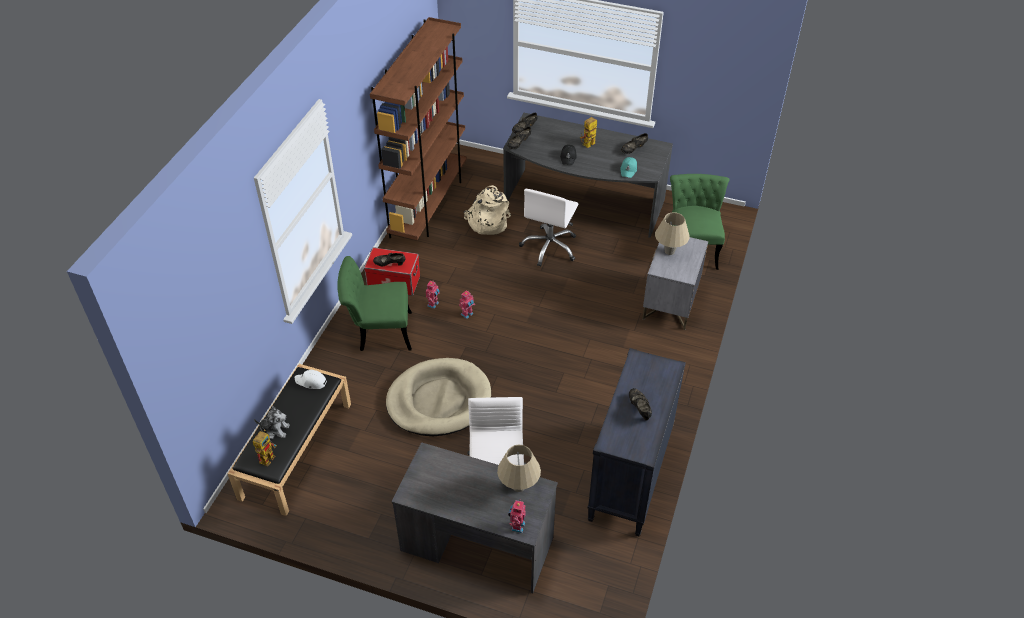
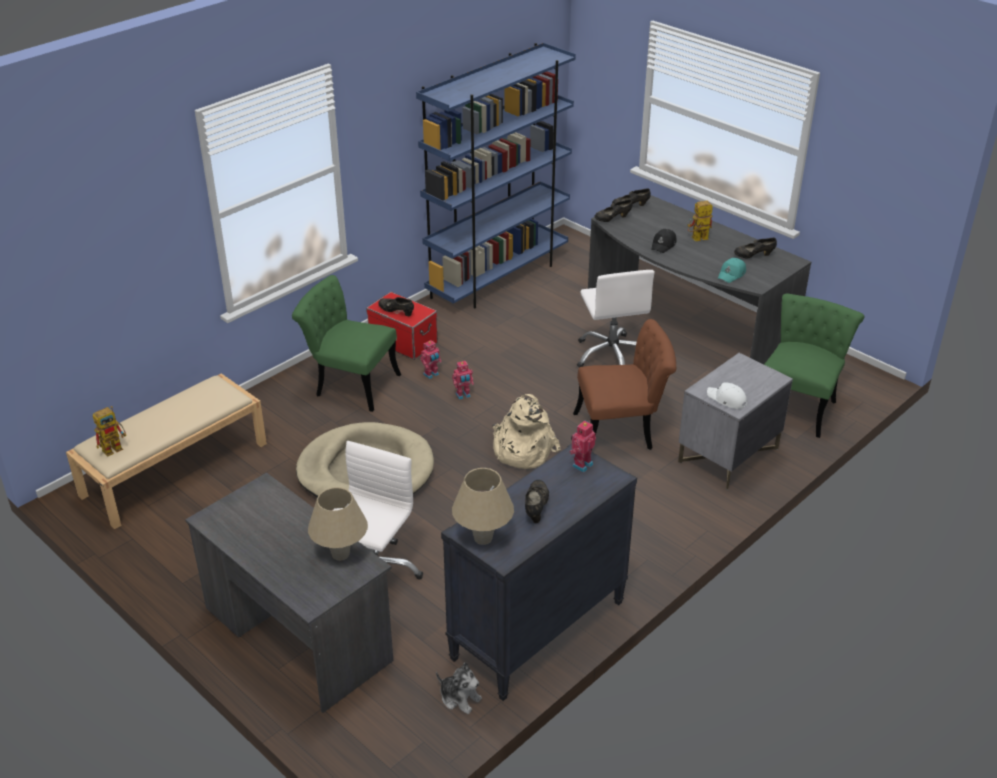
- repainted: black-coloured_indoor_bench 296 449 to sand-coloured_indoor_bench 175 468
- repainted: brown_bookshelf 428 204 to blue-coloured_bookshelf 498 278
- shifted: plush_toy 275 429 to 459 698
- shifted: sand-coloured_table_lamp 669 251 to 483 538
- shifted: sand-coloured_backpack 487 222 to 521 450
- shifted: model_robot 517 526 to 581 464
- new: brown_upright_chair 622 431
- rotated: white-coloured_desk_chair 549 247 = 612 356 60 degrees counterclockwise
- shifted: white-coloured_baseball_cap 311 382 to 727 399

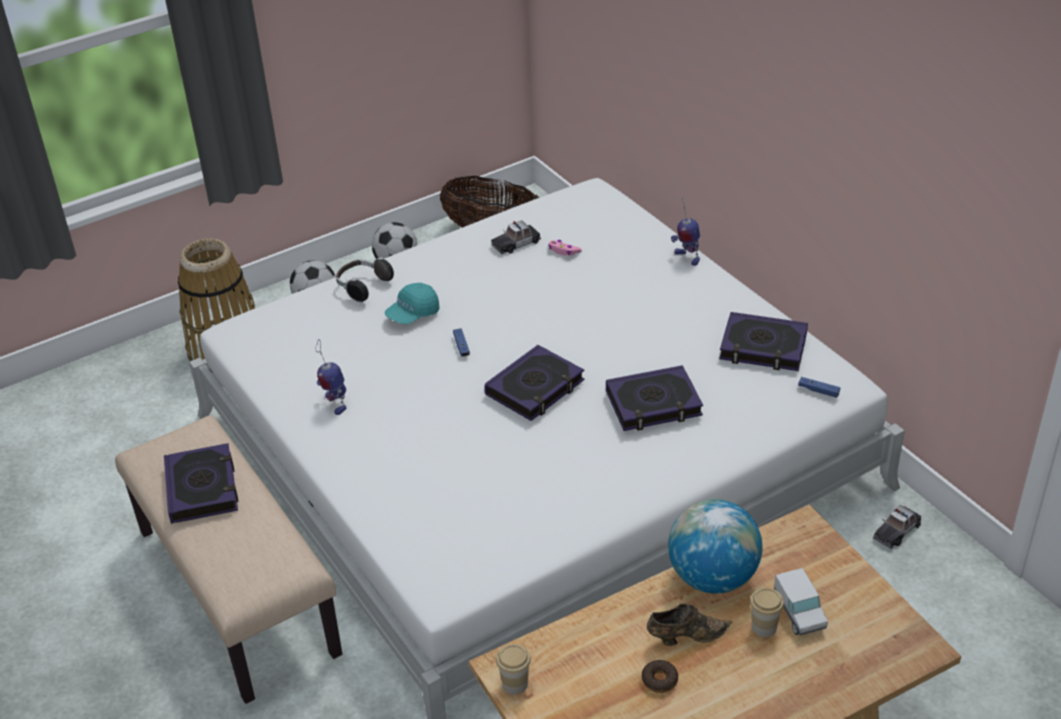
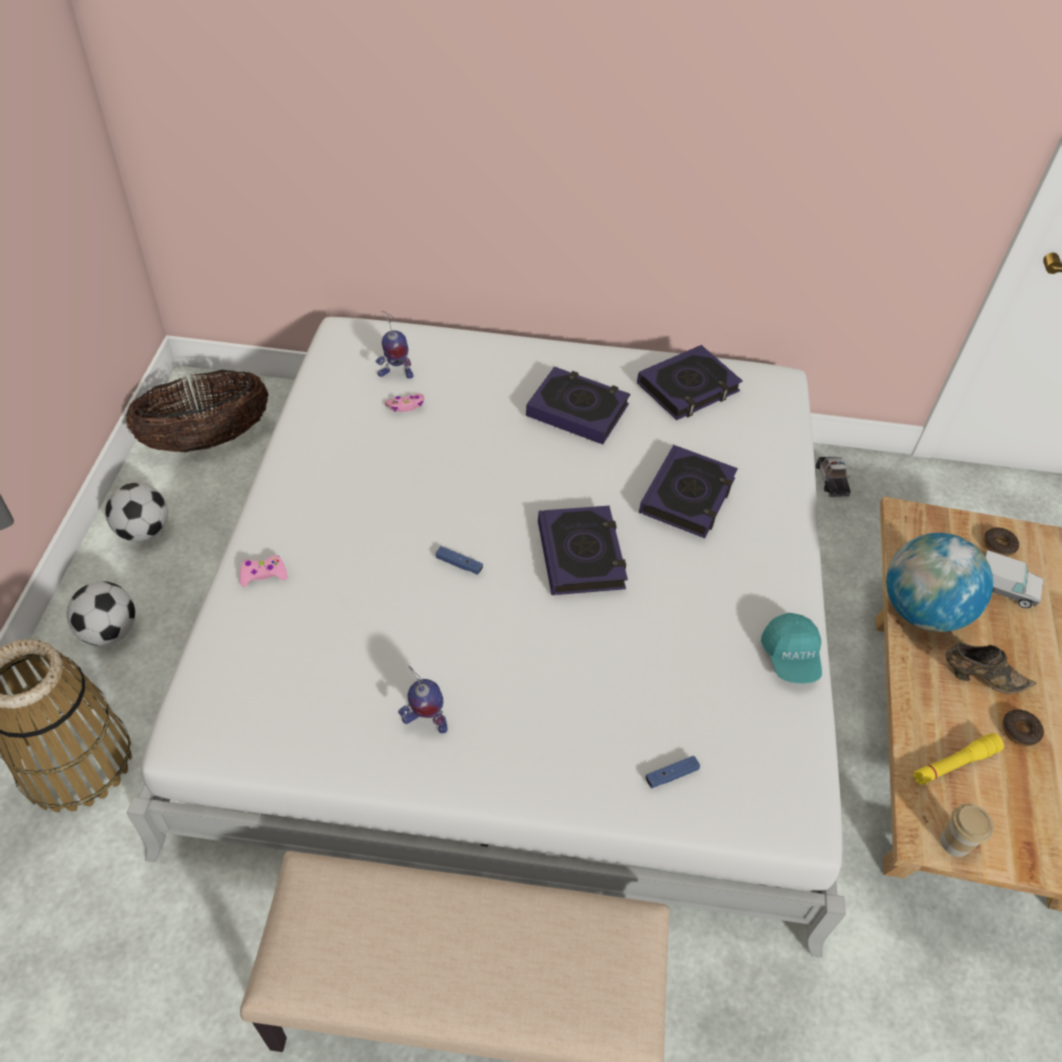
- swapped: headset 362 286 to pinkish_game_controller 263 574
- shifted: model_robot 686 257 to 395 374
- shifted: volume 202 488 to 577 410
- shifted: blue-coloured_game_controller 818 391 to 671 775
- shifted: blue-green_baseball_cap 413 314 to 790 657
- new: yellowish_torch 954 764
- rotated: brown_low_shoe 685 636 = 979 677 75 degrees clockwise
- new: donut 998 545
- gone: miniature_car 516 243
- gone: small_cup 764 627

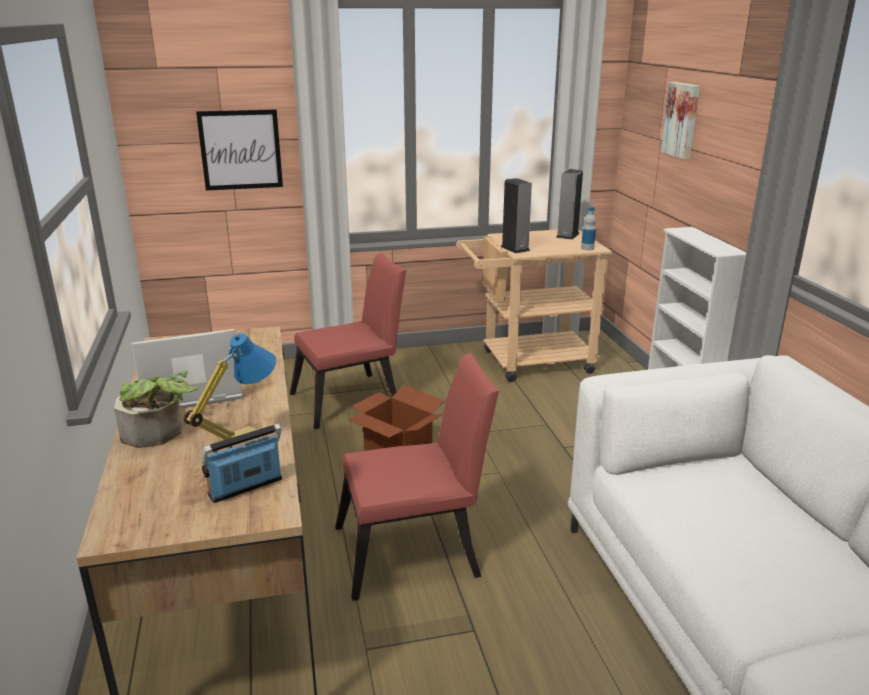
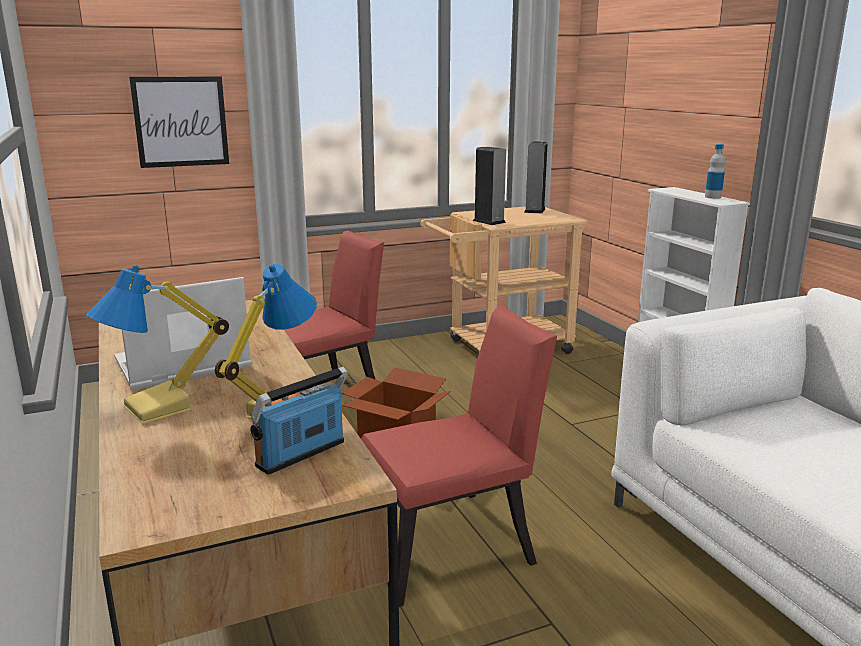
- swapped: houseplant 159 434 to table_lamp 159 408
- shifted: drink_bottle 587 248 to 713 197
- gone: wall_art 682 120

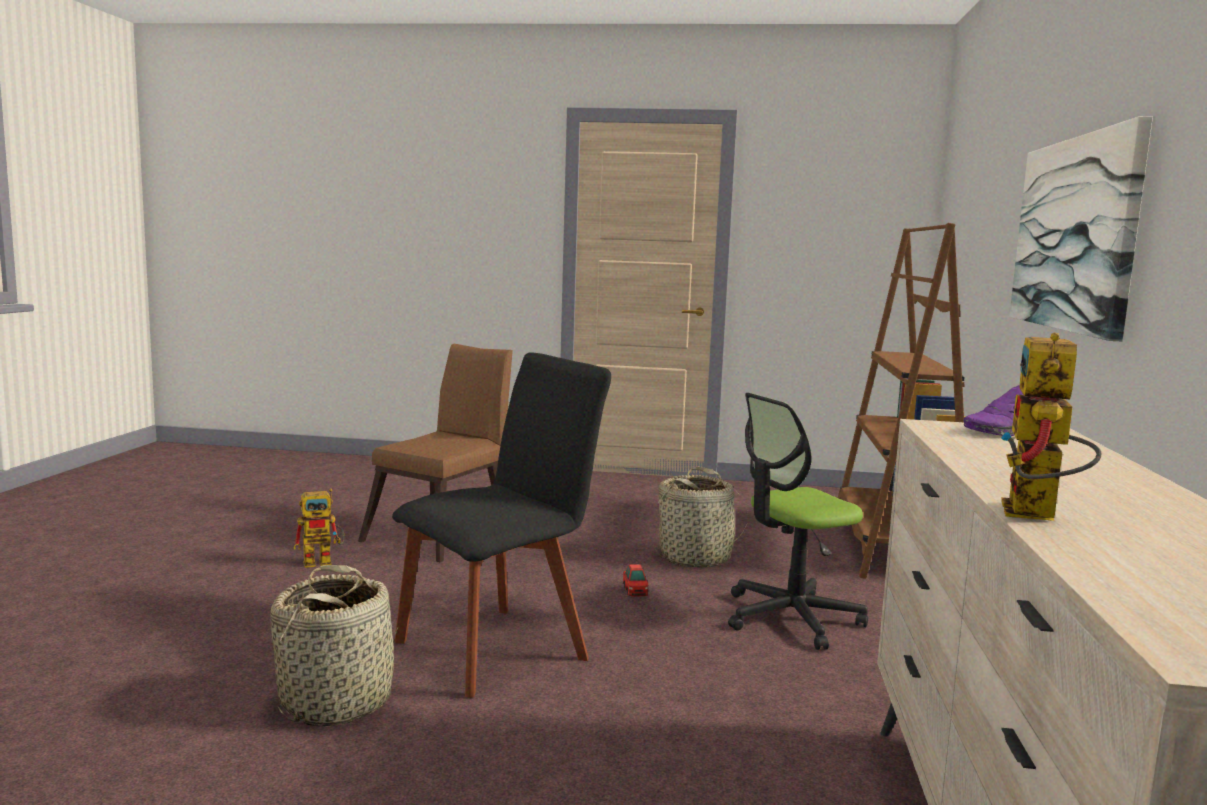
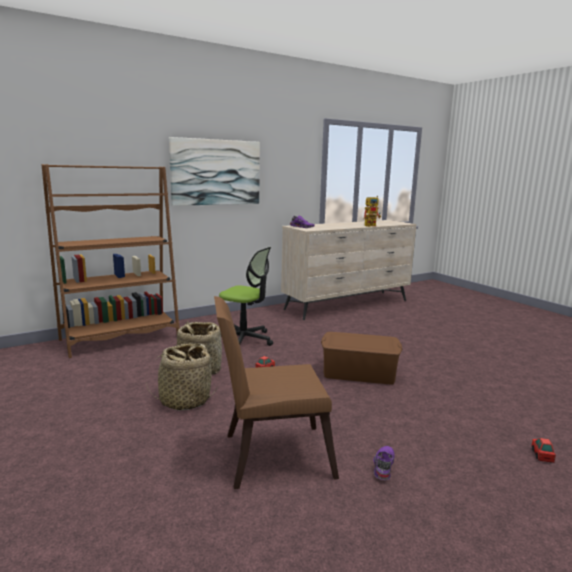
- shifted: basket 337 701 to 184 400
- swapped: black-coloured_upright_chair 498 647 to brown_storage_container 358 372
- swapped: model_robot 324 561 to purplish_low_shoe 382 466
- new: miniature_car 541 455

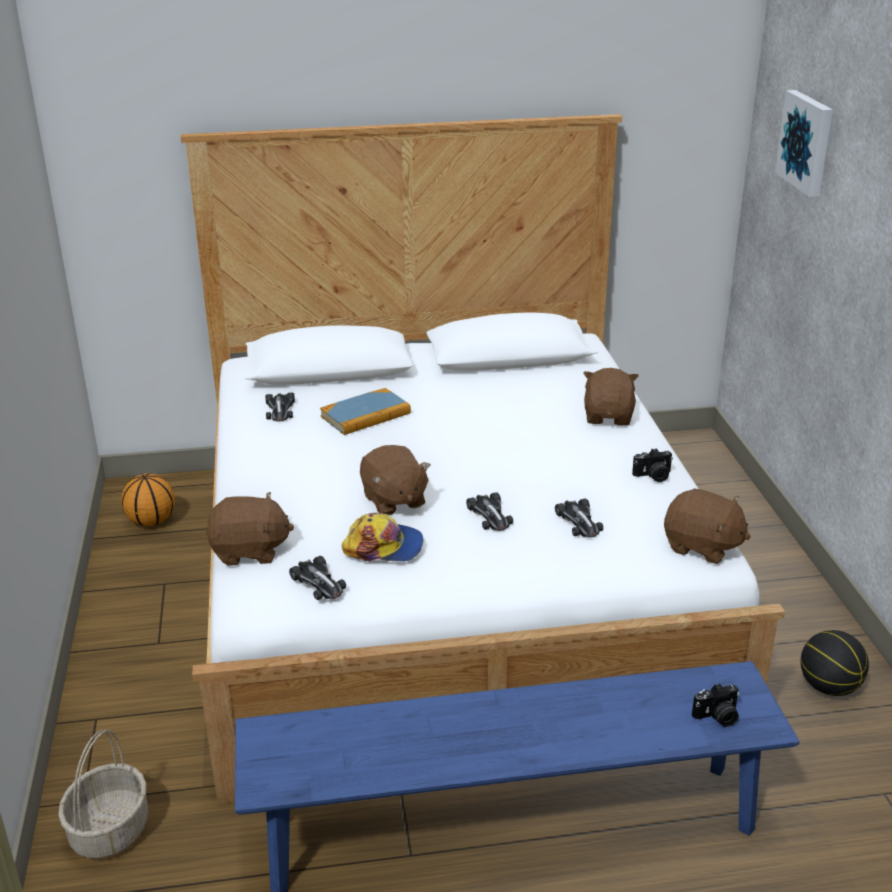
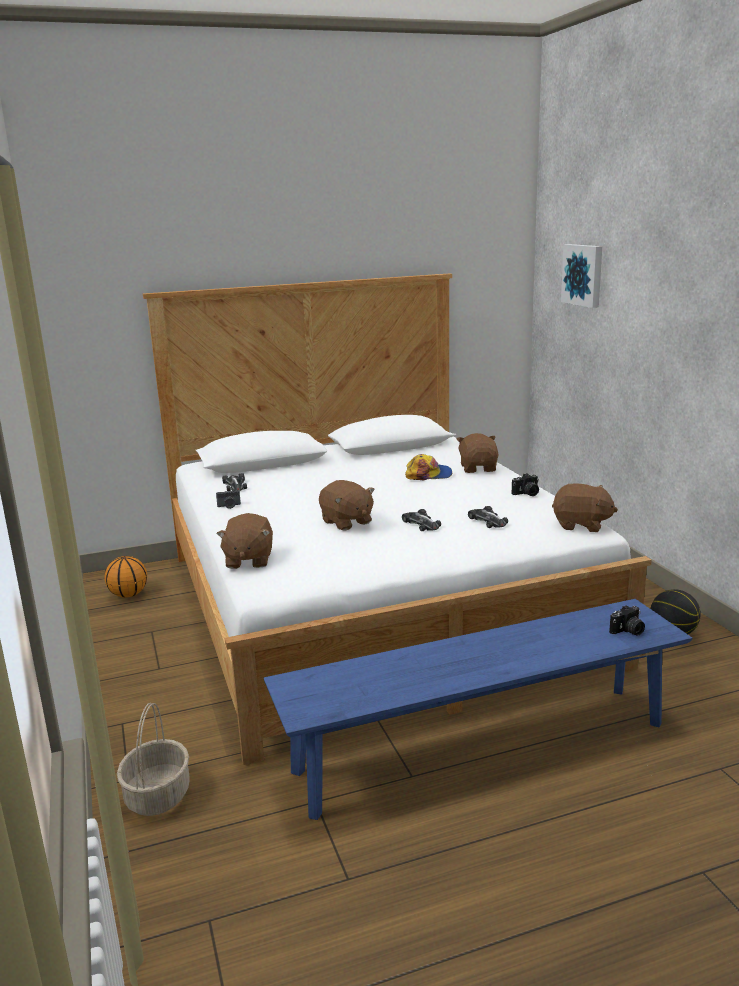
- new: still_camera 229 506
- rotated: brown_plush_toy 250 551 = 248 560 105 degrees clockwise
- shifted: baseball_cap 384 546 to 428 474
- gone: miniature_car 318 582
- gone: volume 365 415

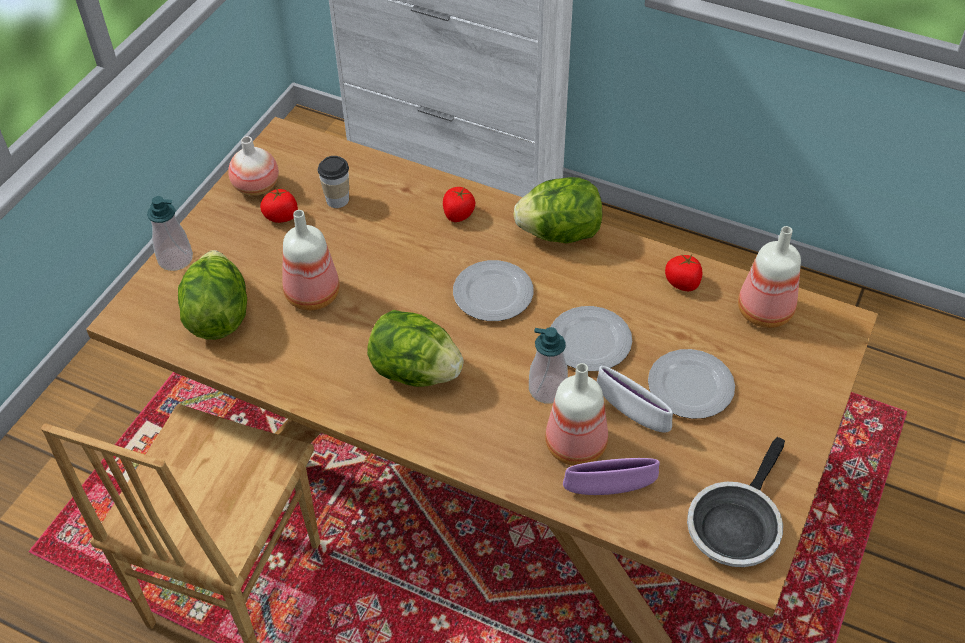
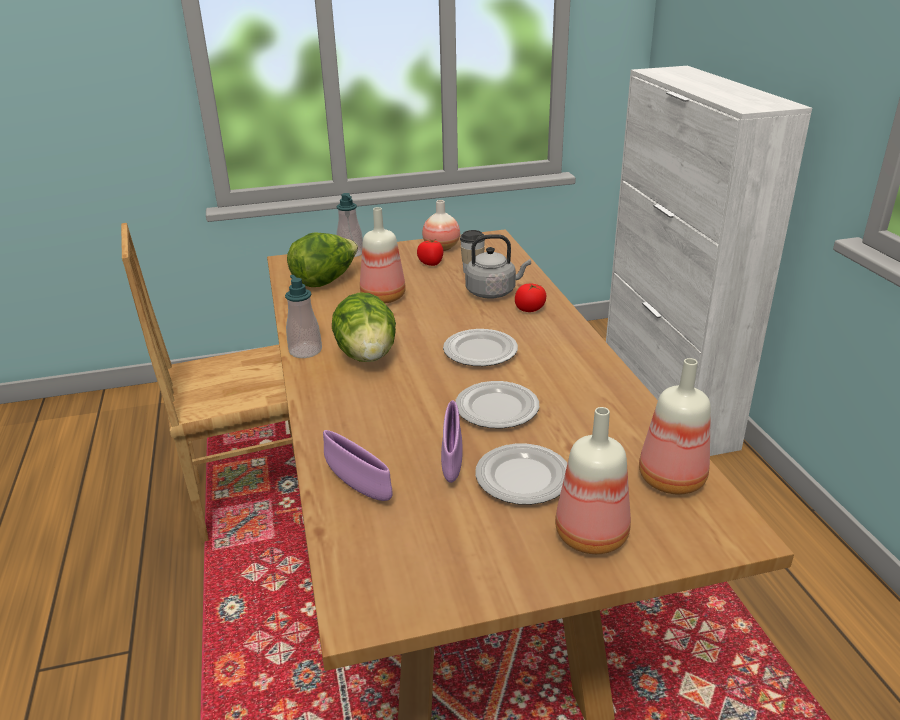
- shifted: soap_dispenser 547 389 to 305 351
- repainted: white-coloured_serving_bowl 632 413 to purplish_serving_bowl 452 461
- new: greyish_water_kettle 493 292
- shifted: drink_bottle 577 444 to 593 535
- gone: lettuce_head 560 233
- gone: fresh_tomato 683 283
- gone: pan 735 524

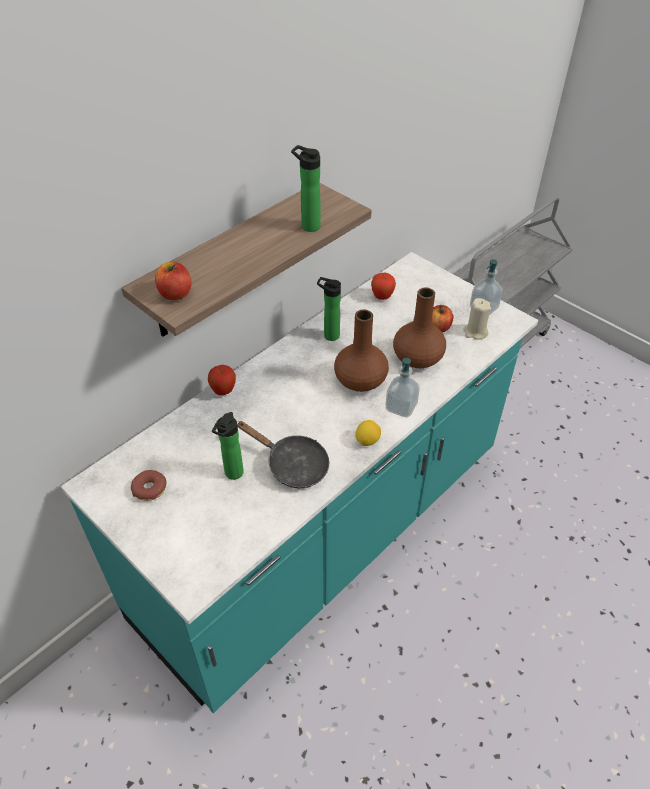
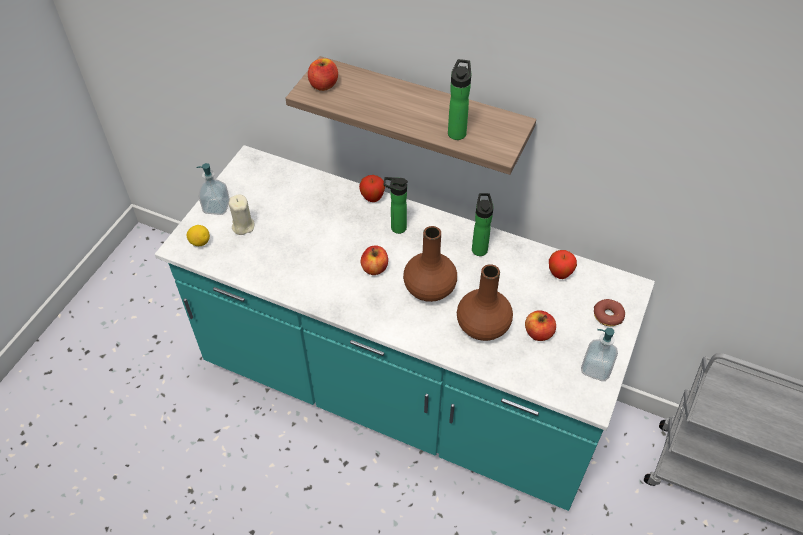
- shifted: citrus_fruit 367 440 to 200 242
- shifted: soap_dispenser 401 407 to 216 207
- shifted: sand-coloured_wax_candle 475 332 to 243 226
- new: apple_fruit 375 268
- shifted: drink_bottle 232 474 to 396 227
- shifted: donut 149 489 to 608 316
- gone: black-coloured_pan 292 465

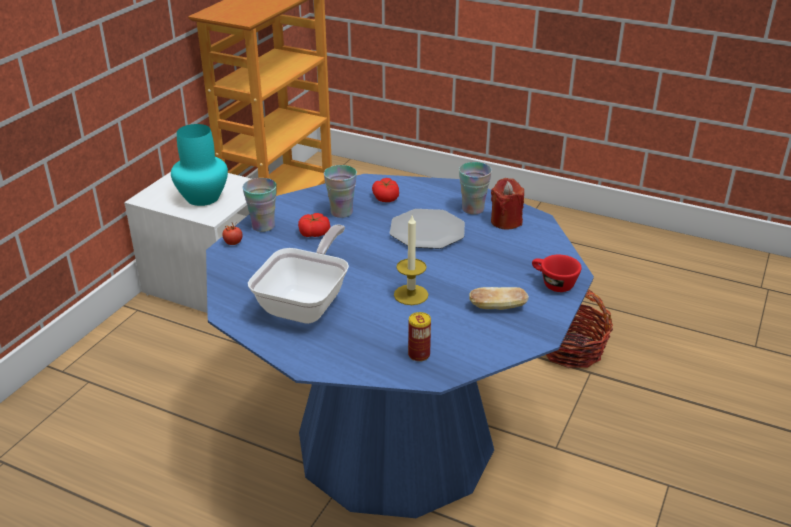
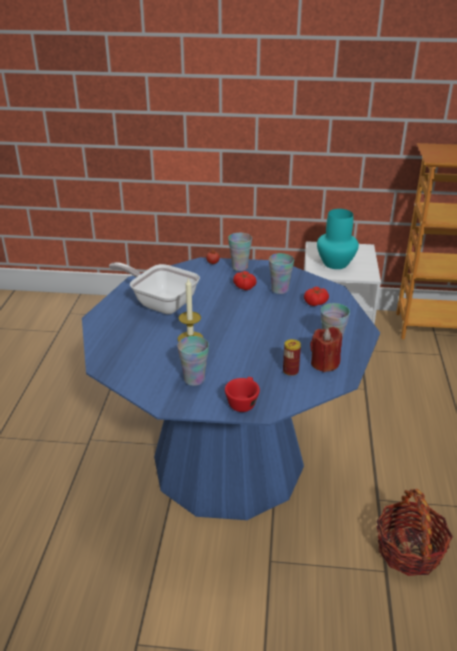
- rotated: pan 307 303 = 160 303 150 degrees counterclockwise
- swapped: bread 498 307 to small_cup 194 379
- shifted: can 419 355 to 290 371
- gone: flat_dish 427 231

